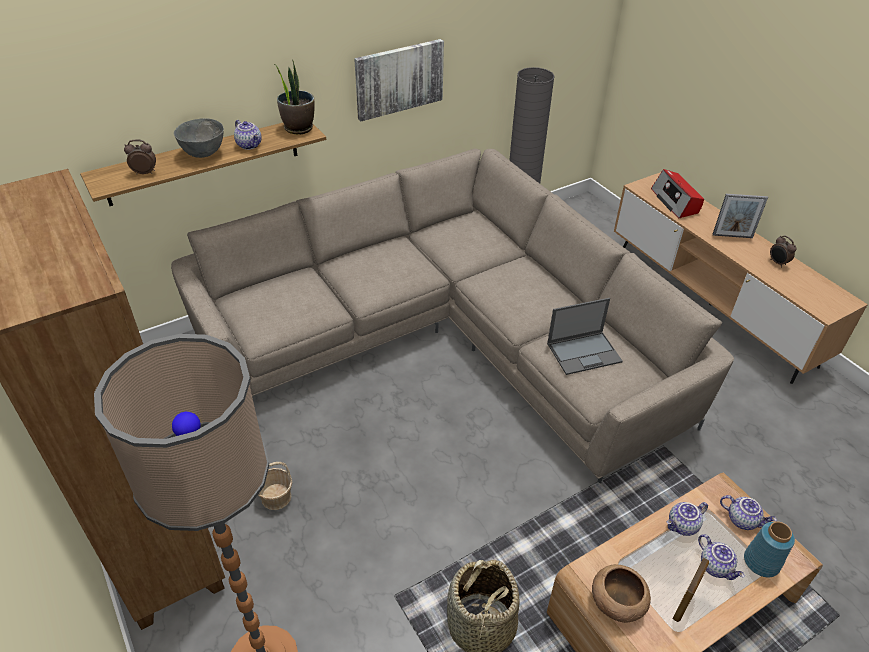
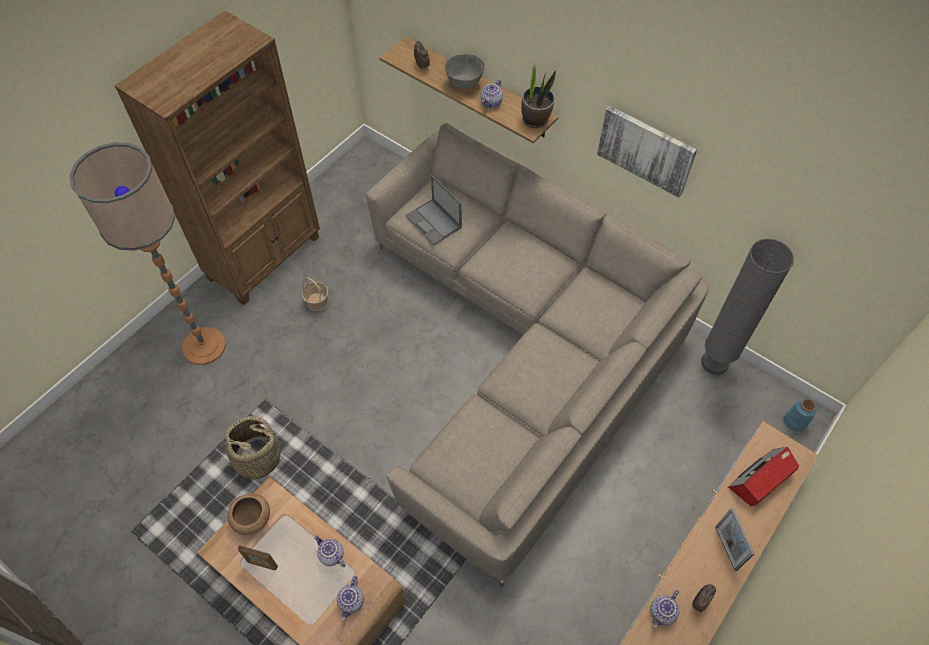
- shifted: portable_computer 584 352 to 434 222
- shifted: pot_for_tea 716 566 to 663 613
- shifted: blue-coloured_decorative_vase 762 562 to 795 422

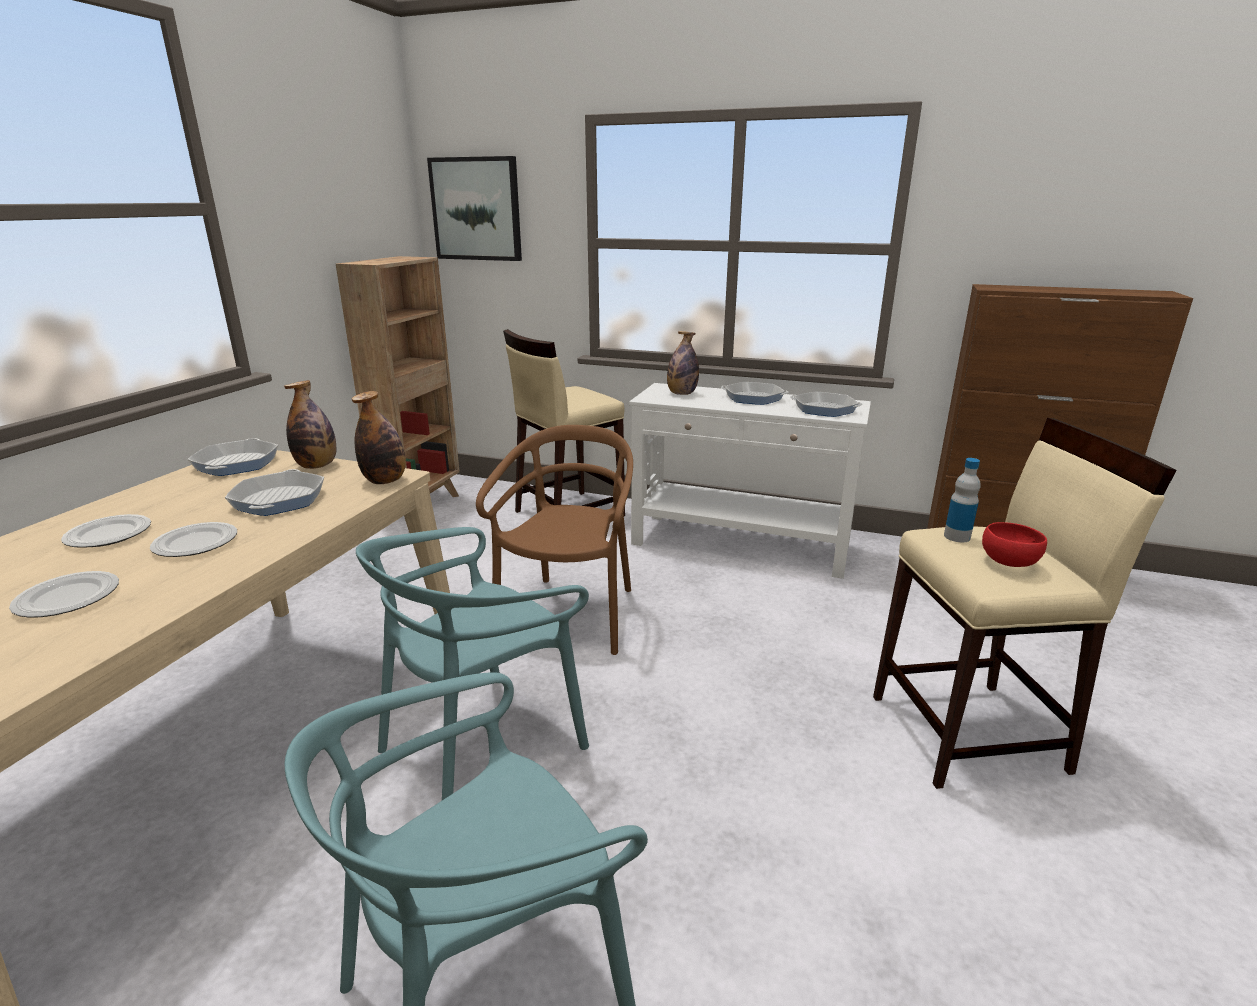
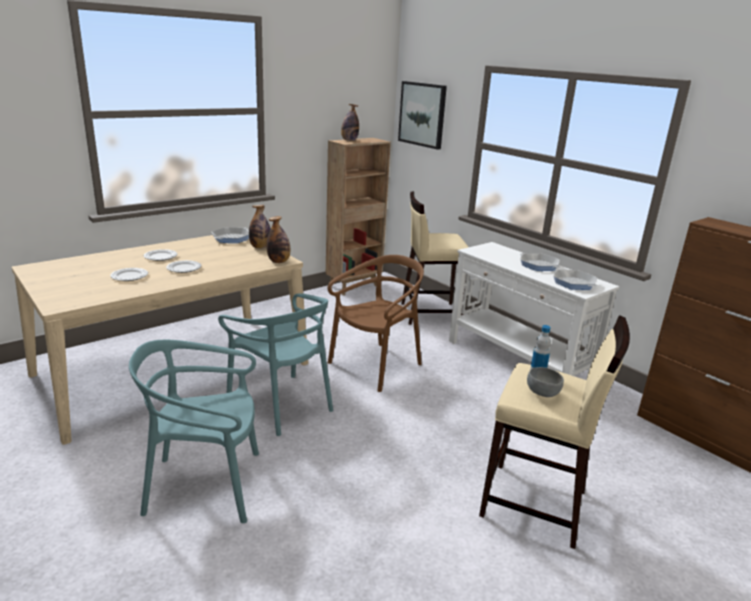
- rotated: blue-green_upright_chair 482 743 = 281 404 120 degrees counterclockwise
- shifted: drink_bottle 682 394 to 349 140
- repainted: red_serving_bowl 1008 562 to greyish_serving_bowl 542 393
- gone: pan 279 500

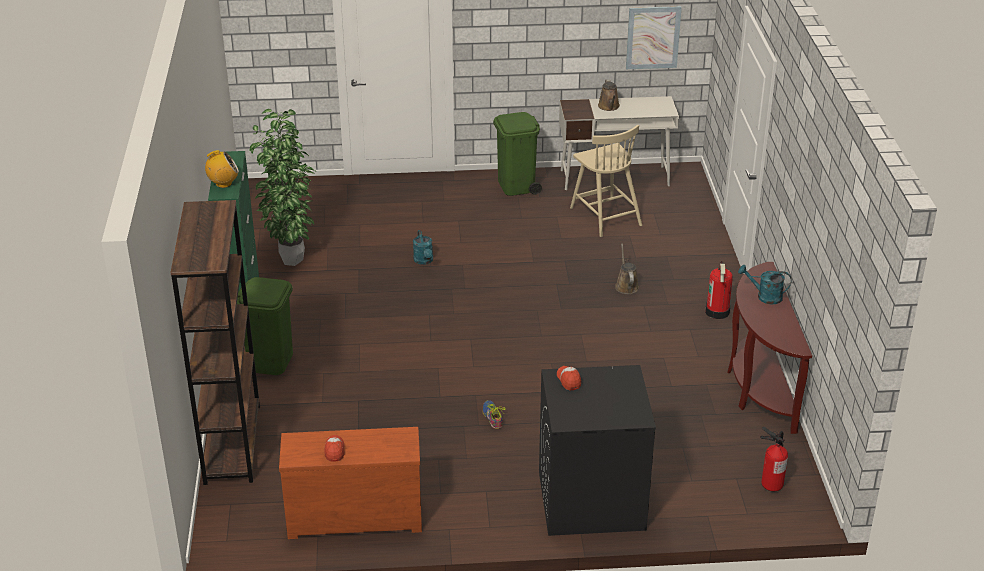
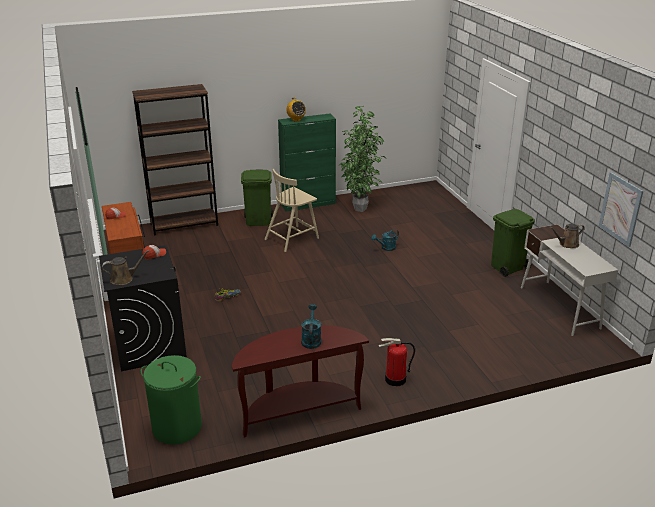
- shifted: brown_watering_can 626 286 to 124 279
- swapped: fire-fighting_cylinder 771 484 to greenish_washing_basket 177 427
- shifted: sand-coloured_upright_chair 605 216 to 292 238

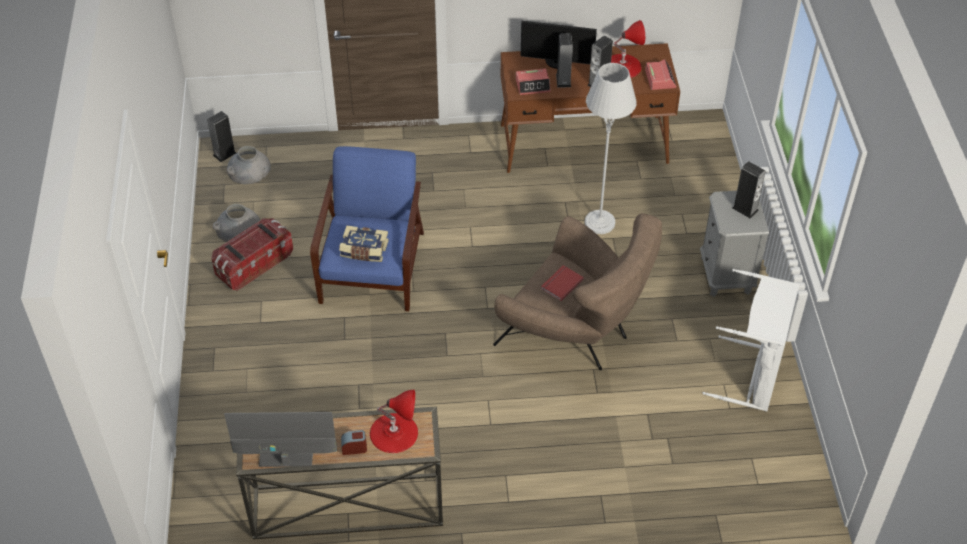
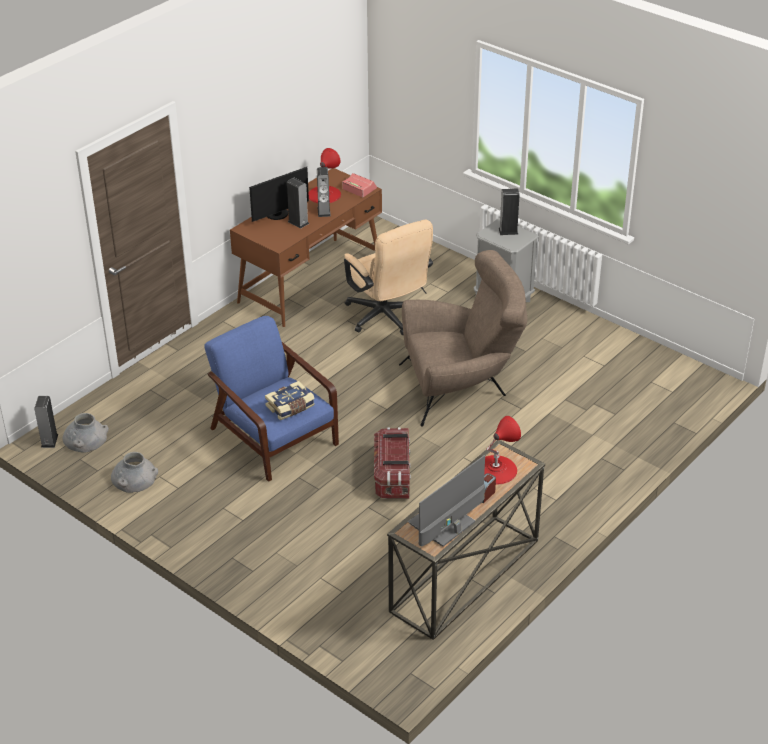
- swapped: greyish_floor_lamp 599 223 to sand-coloured_desk_chair 387 318
- shifted: storage_container 253 264 to 392 476
- gone: bedside_clock 533 85
- gone: red_volume 561 283
- gone: white-coloured_washing_basket 752 376

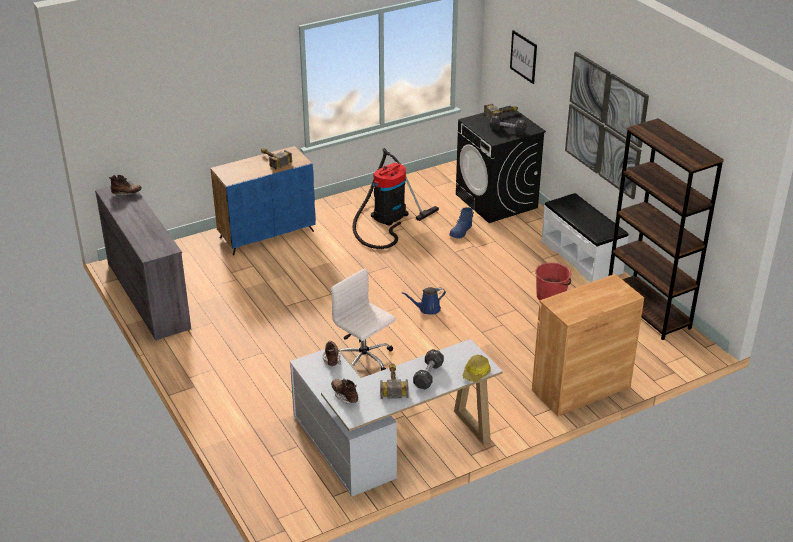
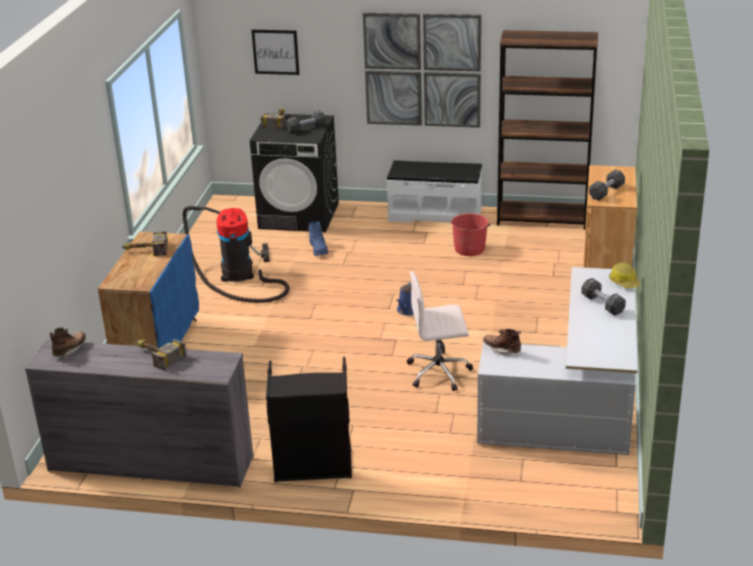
- shifted: tool_hammer 393 383 to 156 355
- new: black-coloured_washing_basket 313 467
- new: black-coloured_free_weight 606 192
- gone: brown_boot 345 396

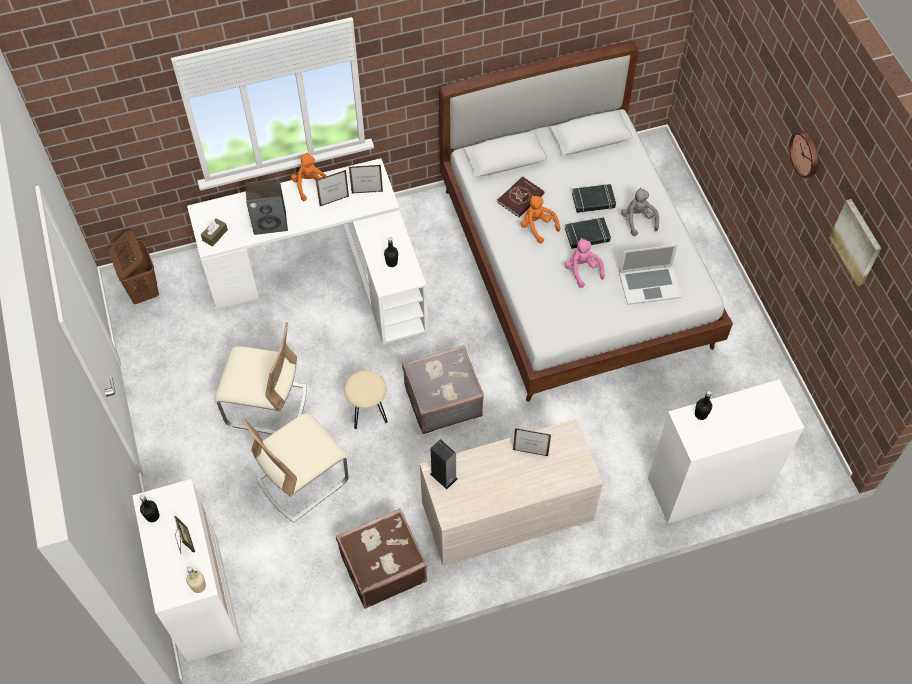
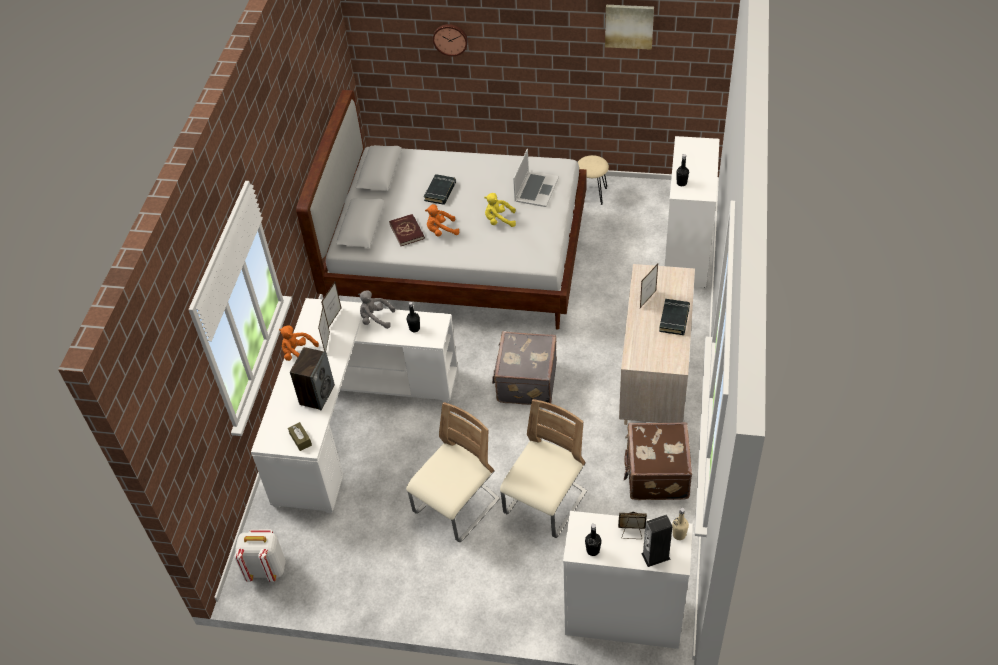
- swapped: brown_washing_basket 143 290 to white-coloured_backpack 266 569
- shifted: greyish_plush_toy 638 220 to 375 319
- shifted: hanging_clock 806 154 to 450 39
- repainted: pinkish_plush_toy 582 270 to yellowish_plush_toy 499 220
- rotated: sand-coloured_upright_chair 302 480 = 545 504 135 degrees counterclockwise
- shifted: sand-coloured_sitting_stool 367 411 to 591 195
- shifted: loudspeaker 443 476 to 655 556
- shifted: black-coloured_volume 587 235 to 674 319

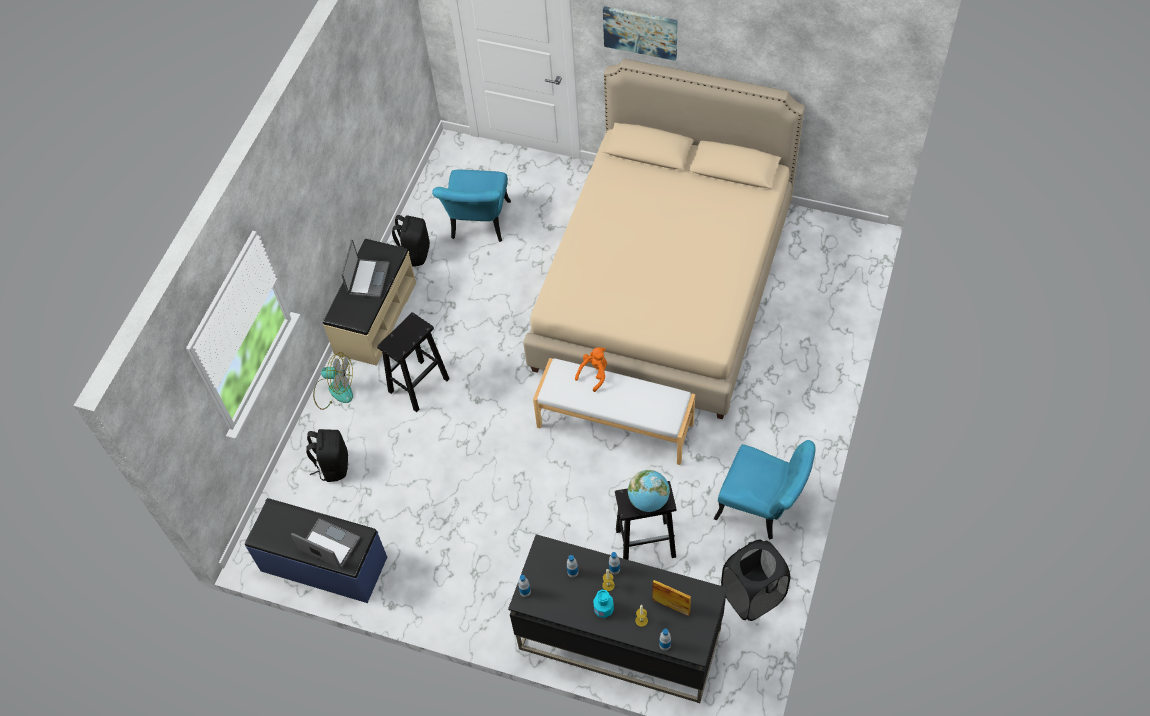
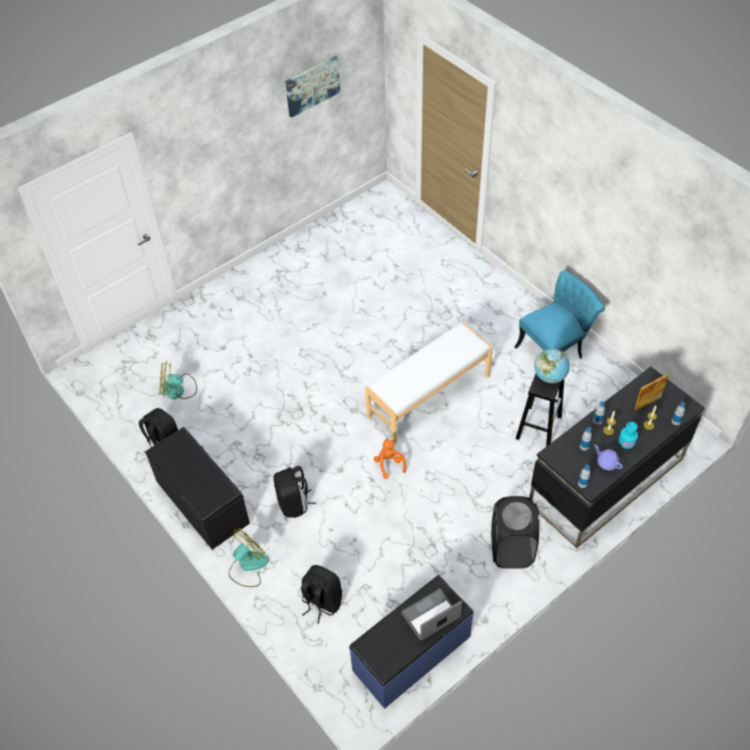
- repainted: sand-coloured_indoor_bench 375 318 to black-coloured_indoor_bench 201 502
- swapped: blue-green_upright_chair 479 226 to electric_fan 178 390
- swapped: black-coloured_sitting_stool 418 386 to black-coloured_backpack 294 503
- shifted: wall_art 640 32 to 312 85
- shifted: orange_plush_toy 594 374 to 389 464
- shifted: black-coloured_washing_basket 752 596 to 511 549
- new: purplish_pot_for_tea 606 462
- gone: portable_computer 367 279
- gone: sand-coloured_bedroom_bed 664 286

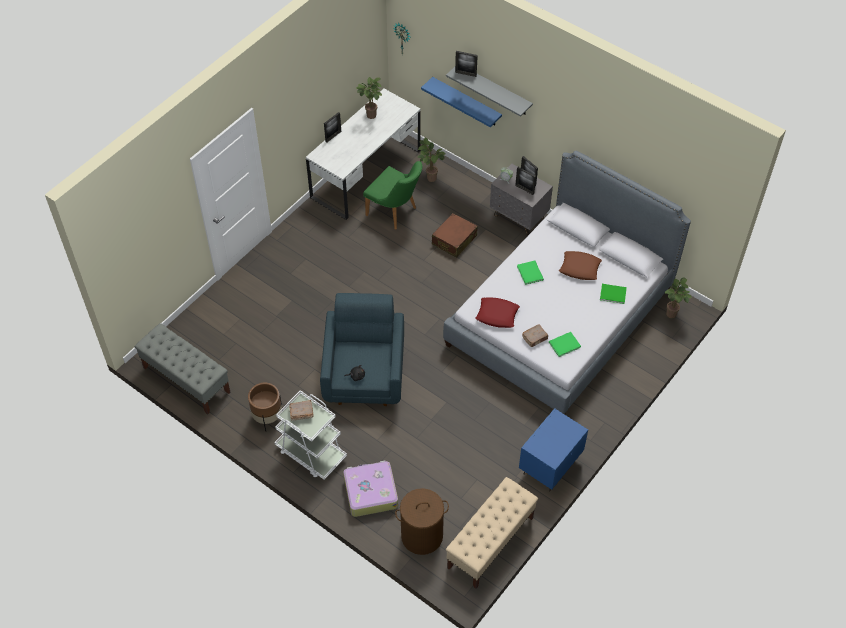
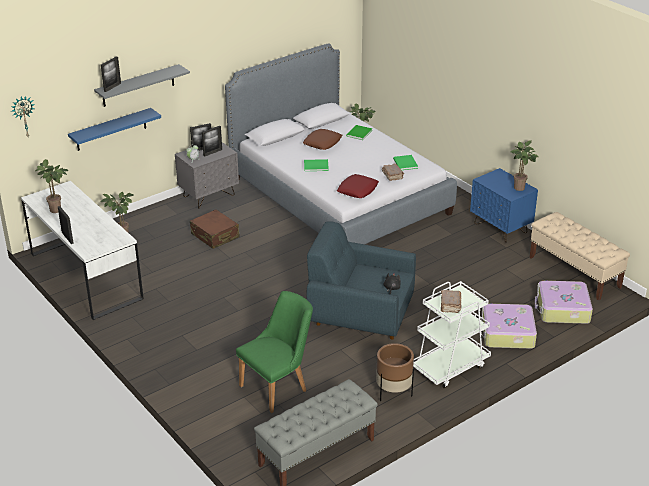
- shifted: greenish_upright_chair 395 213 to 279 386
- new: houseplant 520 189
- swapped: brown_washing_basket 422 536 to piece_of_luggage 562 309

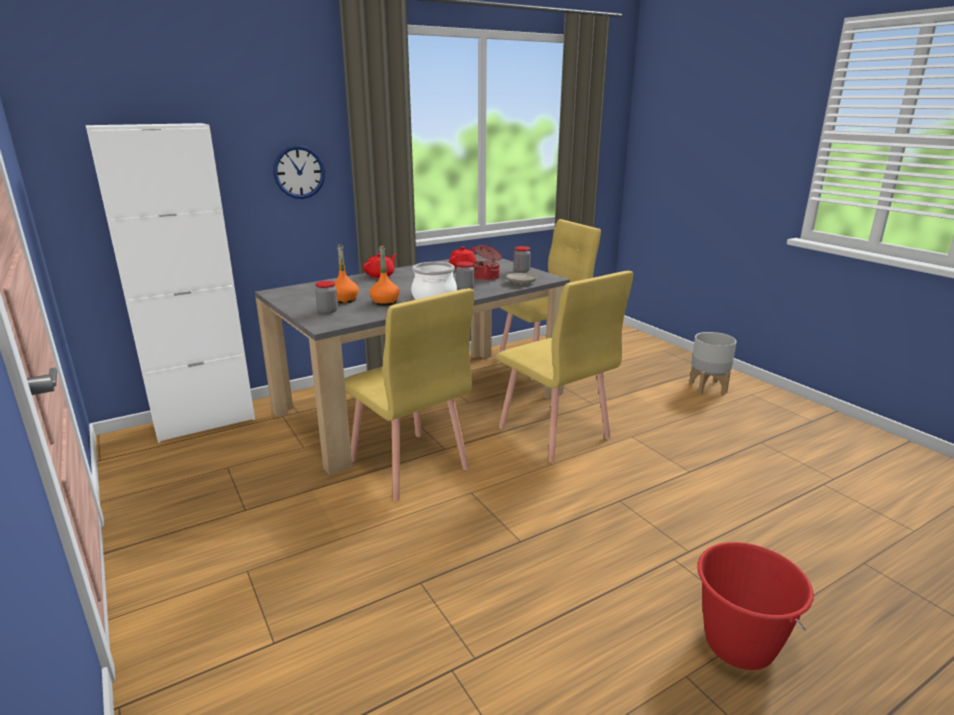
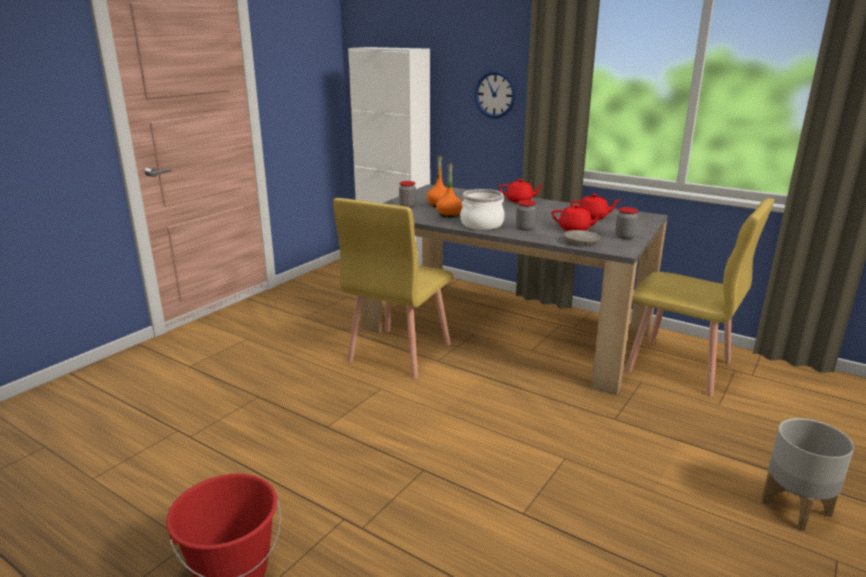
- swapped: saucepot 487 277 to red_pot_for_tea 575 229
- gone: yellowish_upright_chair 554 433

